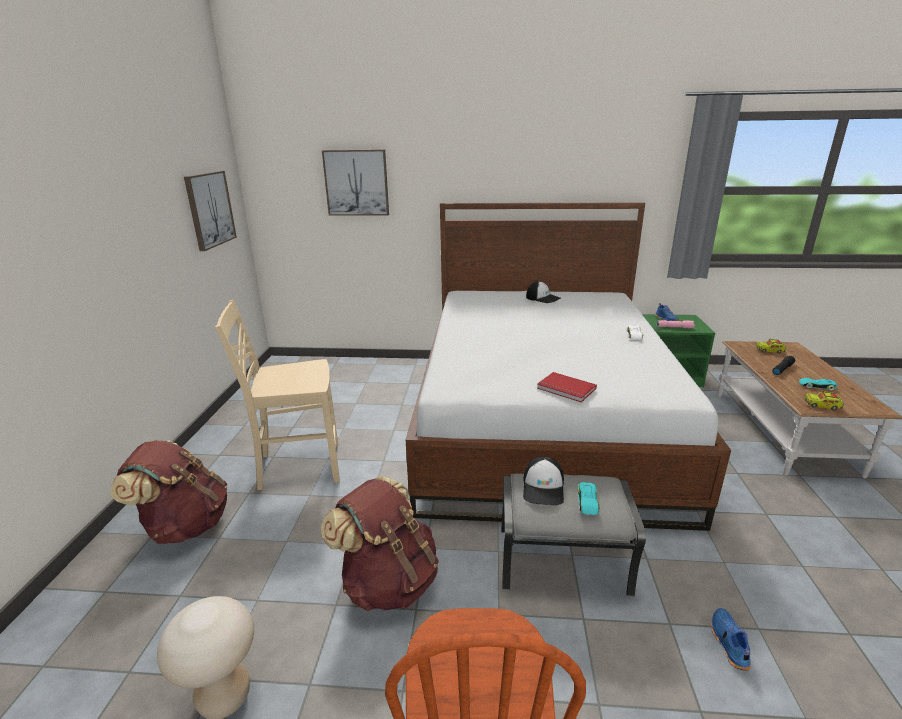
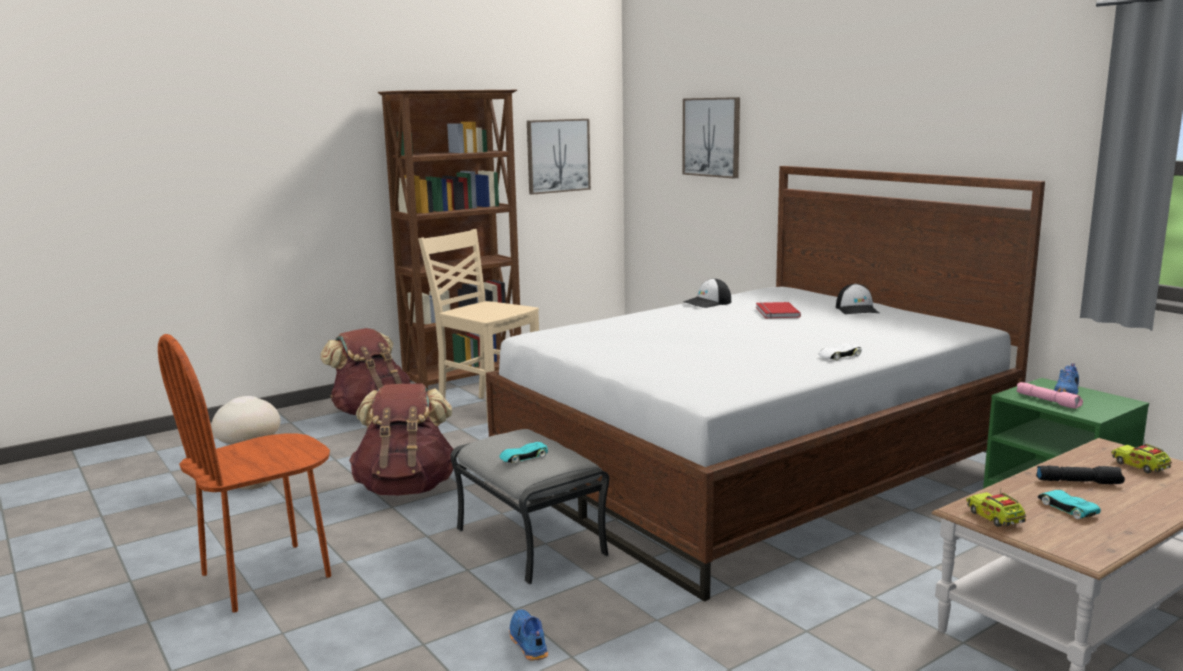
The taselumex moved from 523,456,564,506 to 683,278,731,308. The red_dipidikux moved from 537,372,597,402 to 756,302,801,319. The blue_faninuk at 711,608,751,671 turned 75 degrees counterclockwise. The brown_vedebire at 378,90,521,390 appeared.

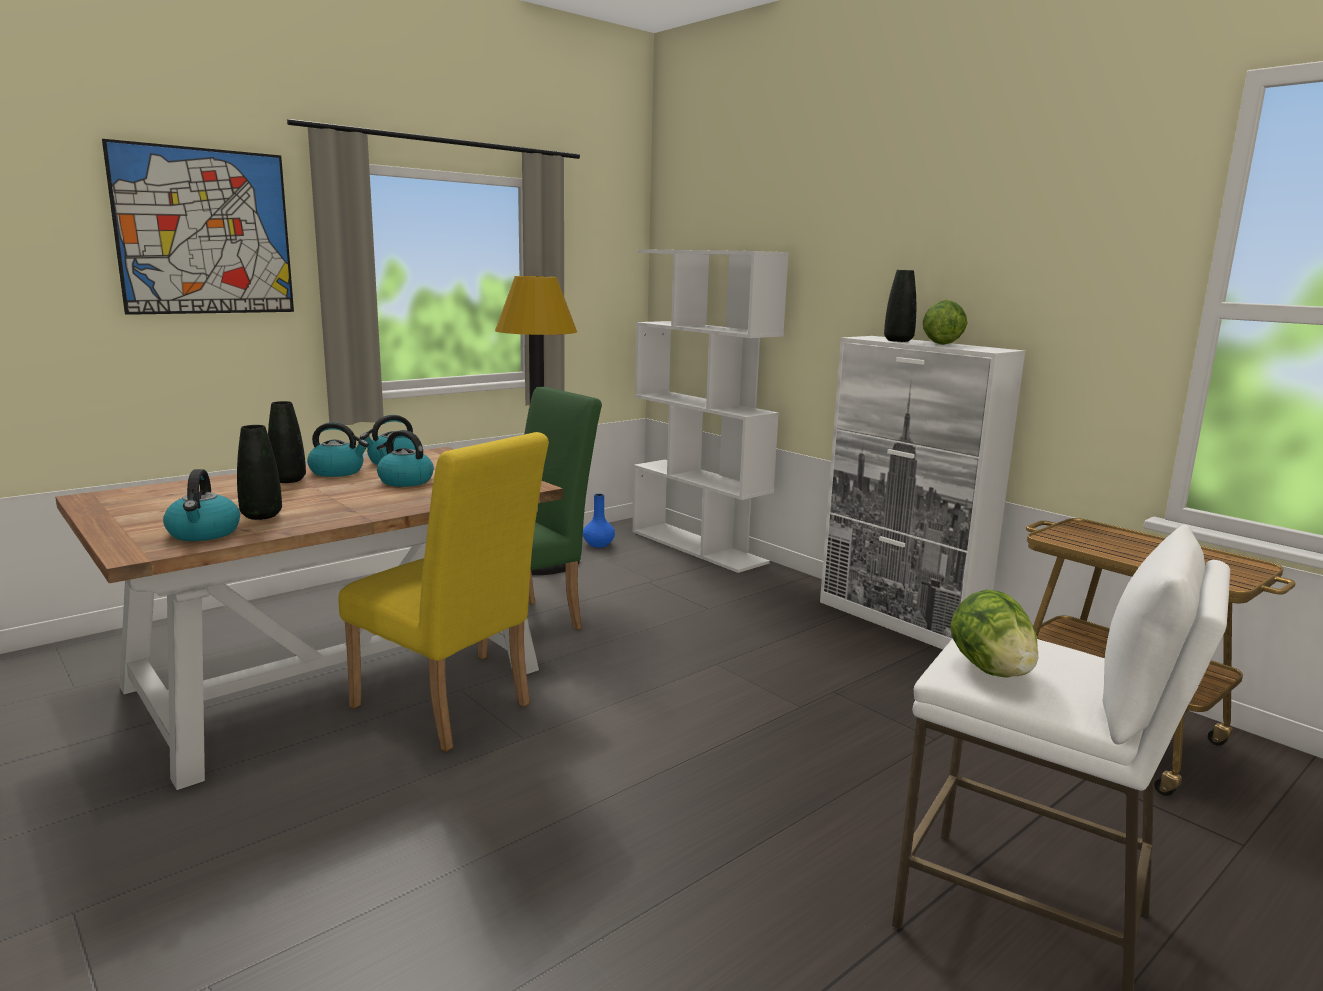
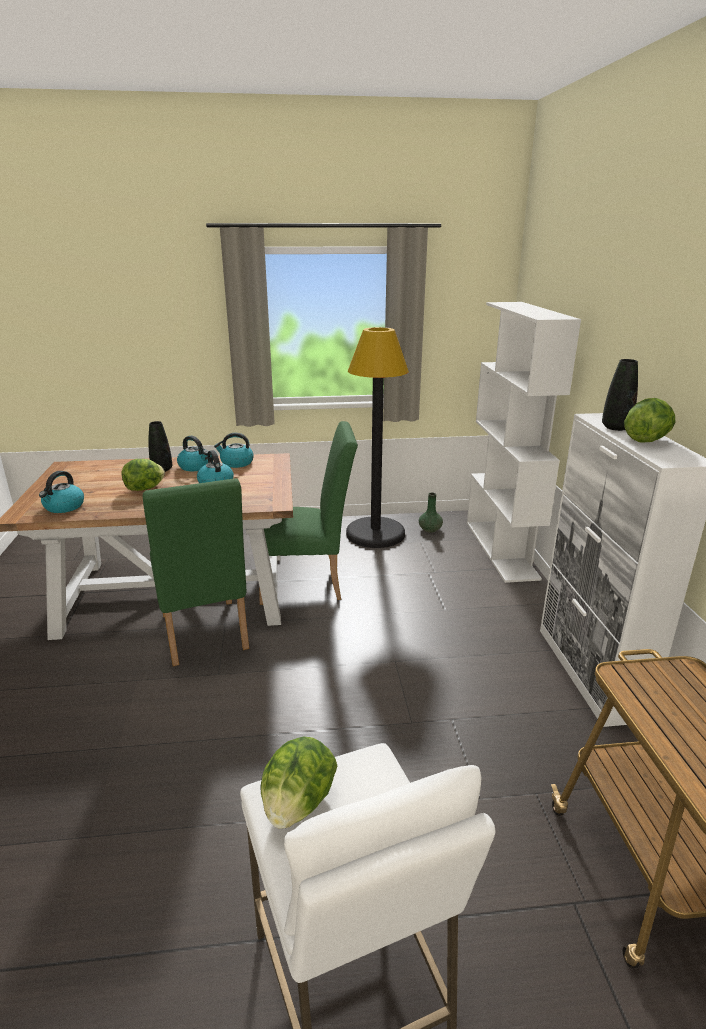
The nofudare at 102,139,294,315 disappeared. The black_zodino at 237,425,282,520 disappeared. The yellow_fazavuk at 338,432,549,752 became the green_fazavuk at 143,478,249,666. The blue_zodino at 583,494,615,548 became the green_zodino at 419,492,443,533. The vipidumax at 121,459,165,491 appeared.

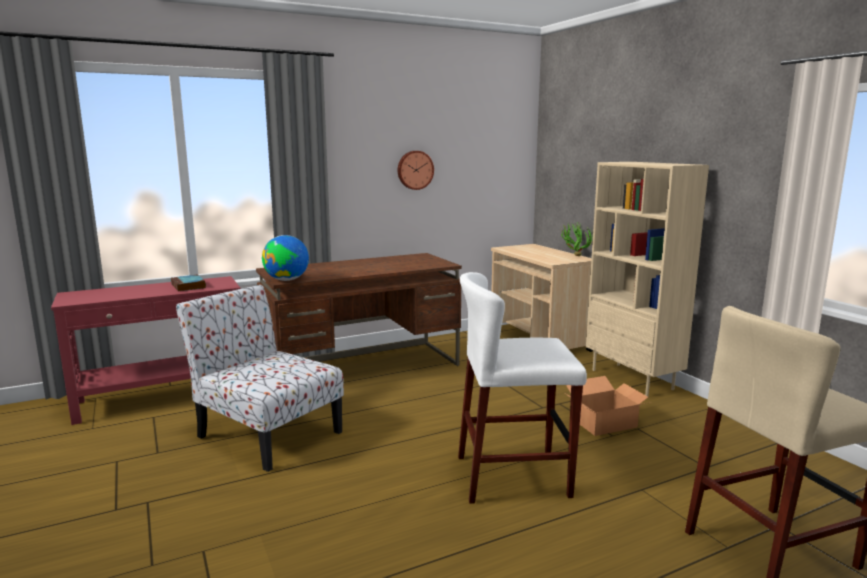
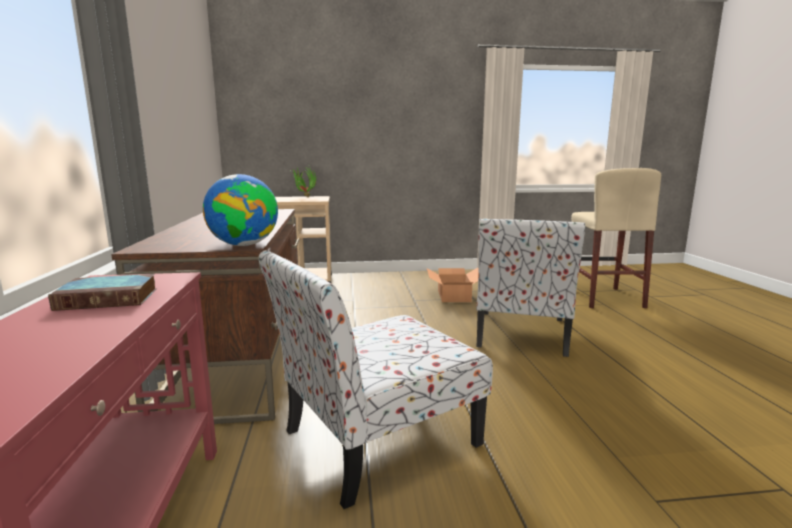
The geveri at 398,151,434,190 disappeared. The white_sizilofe at 458,272,587,504 was replaced by the fazavuk at 476,219,585,357. The beige_vedebire at 586,162,709,396 disappeared.

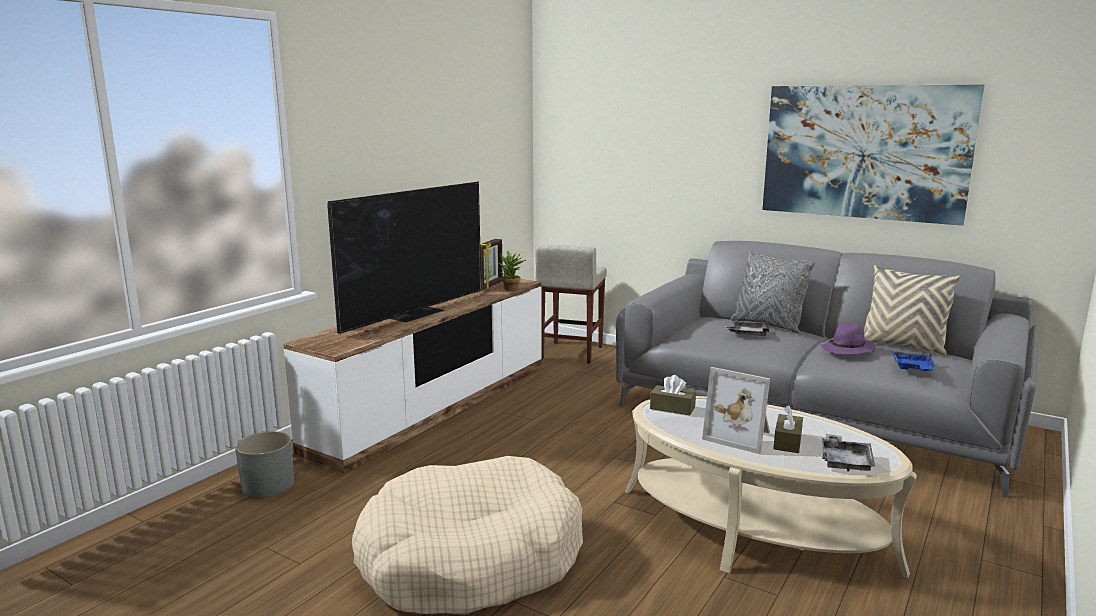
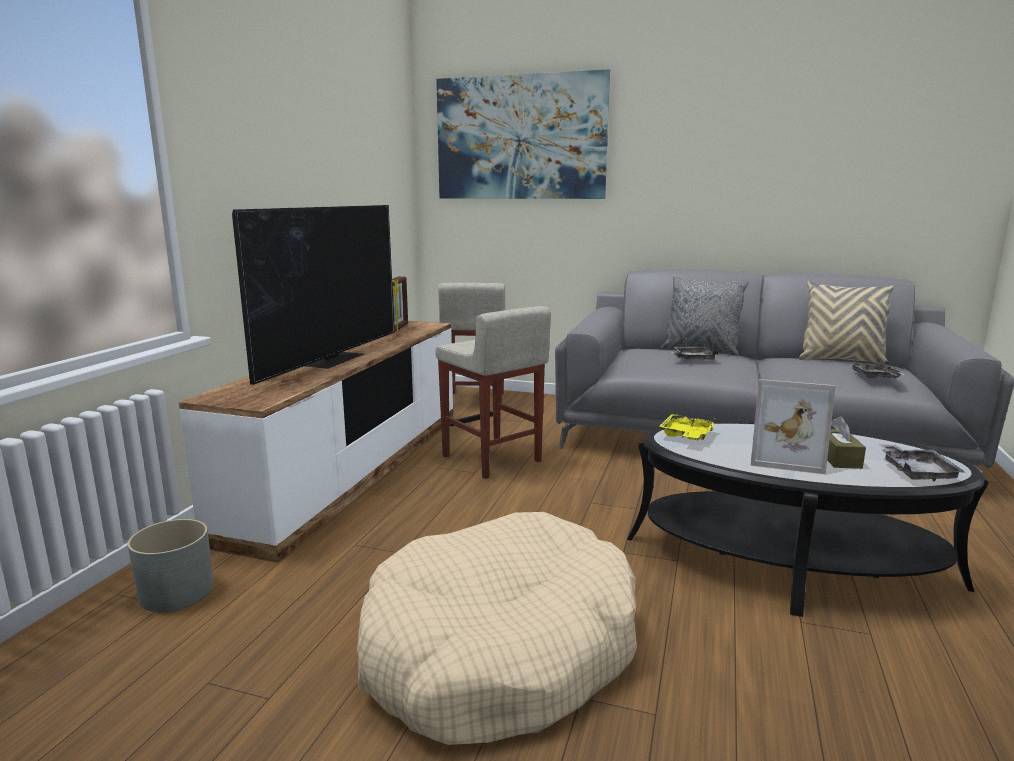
The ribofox at 497,250,526,291 disappeared. The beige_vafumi at 625,396,917,578 became the black_vafumi at 627,421,988,617. The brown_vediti at 650,375,696,415 was replaced by the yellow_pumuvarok at 659,414,716,440. The nofudare moved from 762,85,984,226 to 436,69,610,199. The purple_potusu at 820,323,876,355 disappeared. The blue_pumuvarok at 892,351,936,371 became the grey_pumuvarok at 850,361,905,378. The beige_sizilofe at 436,306,551,479 appeared.

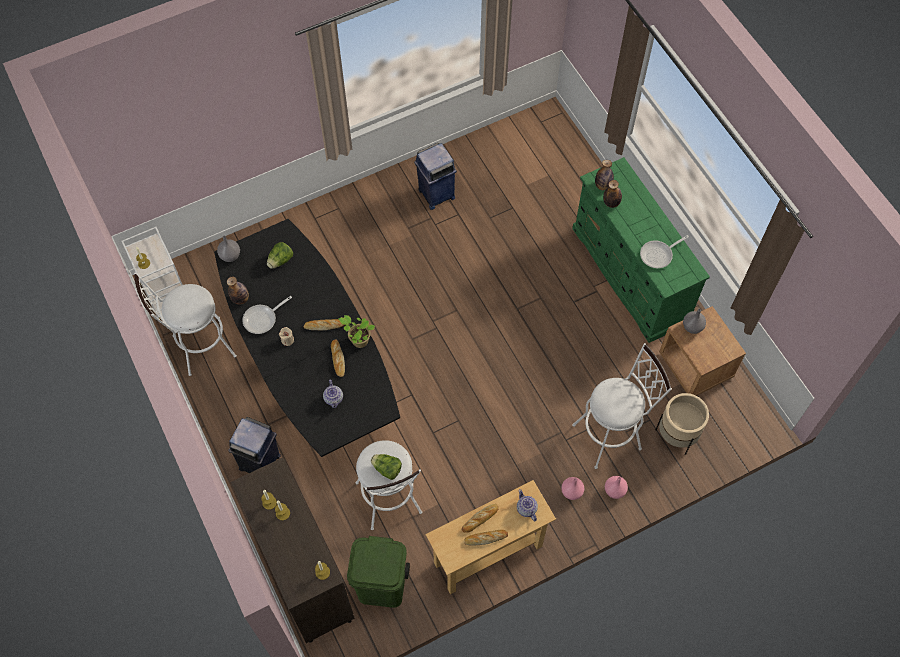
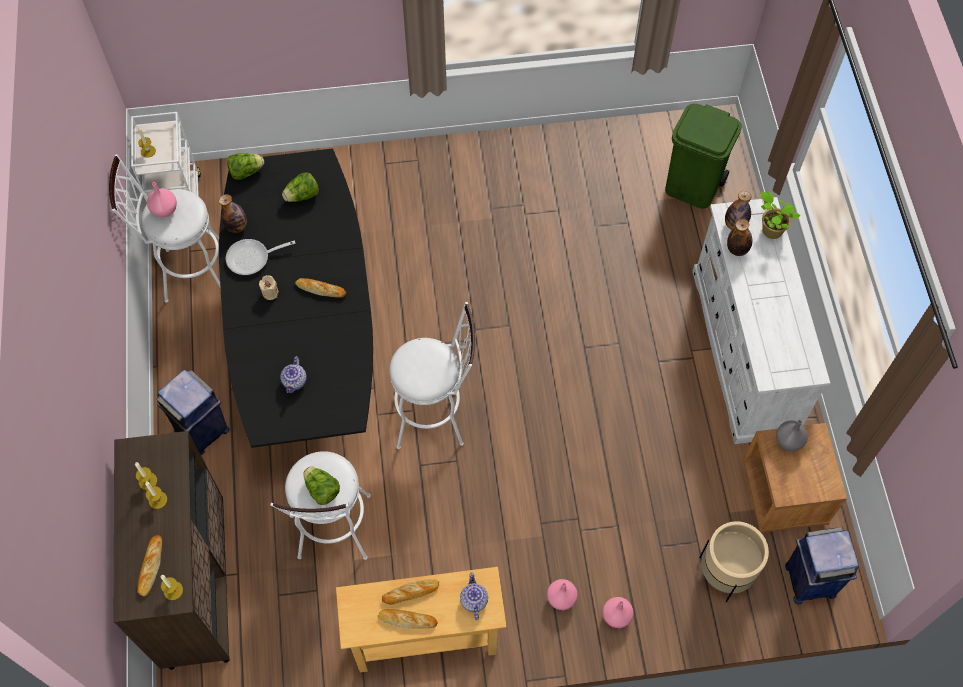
The grey_zodino at 217,236,240,262 was replaced by the vipidumax at 227,153,264,180. The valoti moved from 331,339,345,377 to 137,535,162,596. The ribofox moved from 339,315,375,348 to 760,191,801,239. The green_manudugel moved from 347,536,410,608 to 665,104,742,209. The blue_manudugel moved from 414,143,457,210 to 785,527,859,604. The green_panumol at 572,157,710,343 became the white_panumol at 693,197,830,444. The white_sizilofe moved from 572,343,672,469 to 389,302,475,449. The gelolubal at 640,235,689,268 disappeared. The pink_zodino at 147,182,177,218 appeared.

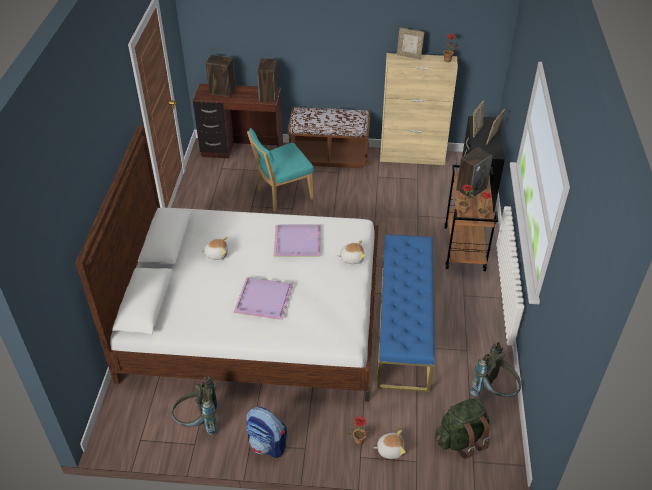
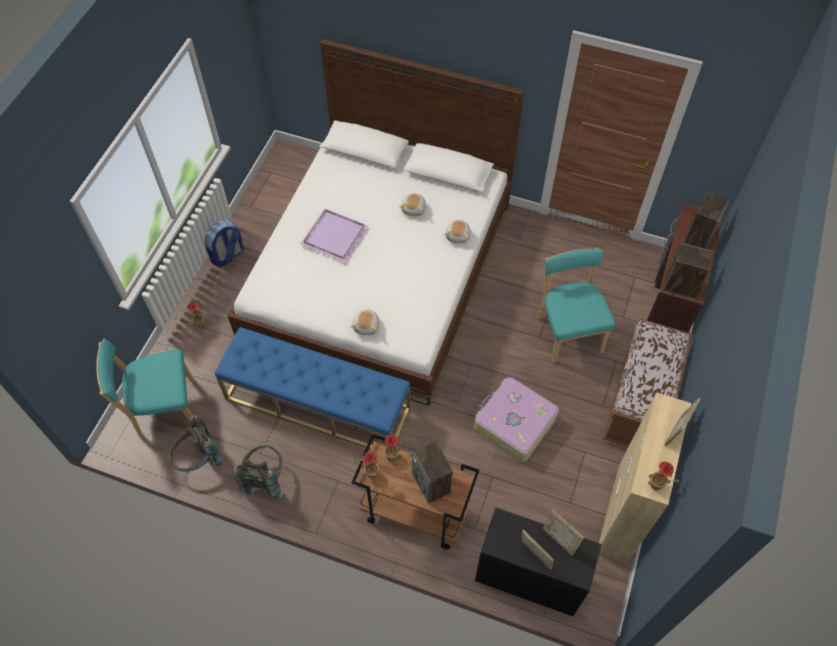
The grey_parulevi moved from 171,376,218,435 to 233,445,284,499. The purple_pumuvarok at 274,225,321,256 disappeared. The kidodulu moved from 374,430,406,459 to 444,220,471,244. The green_parulevi at 435,398,490,459 was replaced by the turquoise_fazavuk at 96,339,194,437. The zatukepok at 474,377,559,462 appeared.

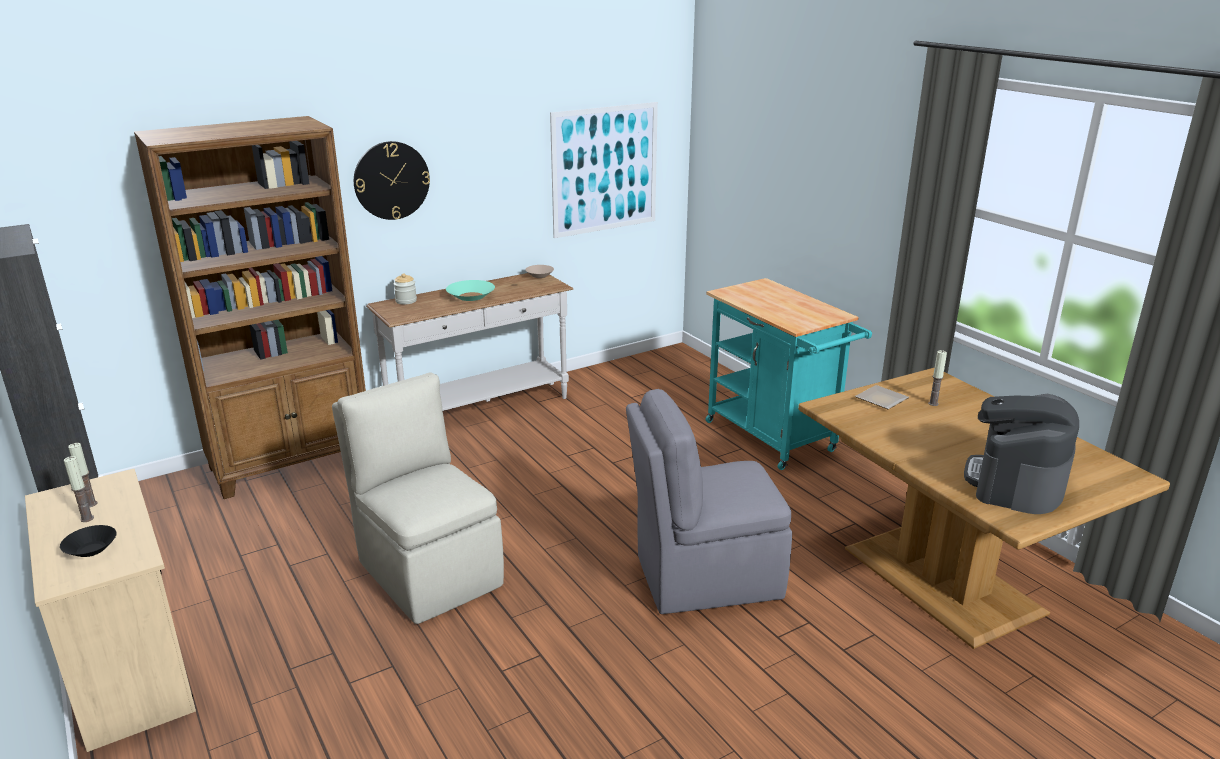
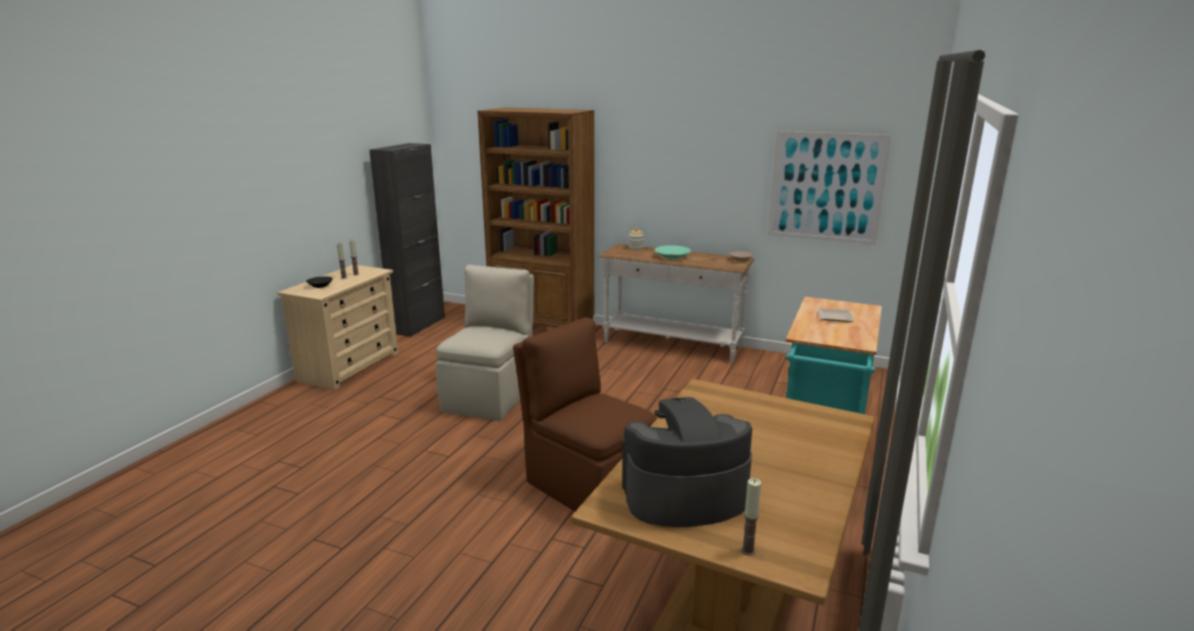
The geveri at 354,141,430,220 disappeared. The grey_fazavuk at 626,389,792,614 became the brown_fazavuk at 513,318,657,511. The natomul moved from 855,385,909,409 to 818,308,854,322. The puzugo moved from 928,350,947,406 to 741,478,761,556.

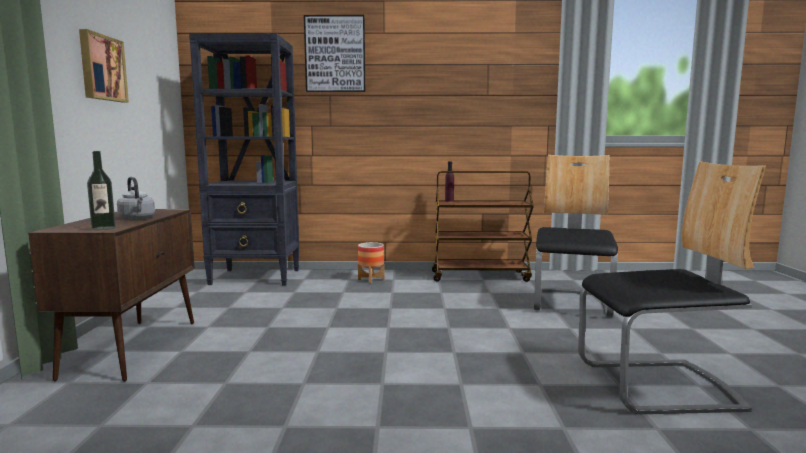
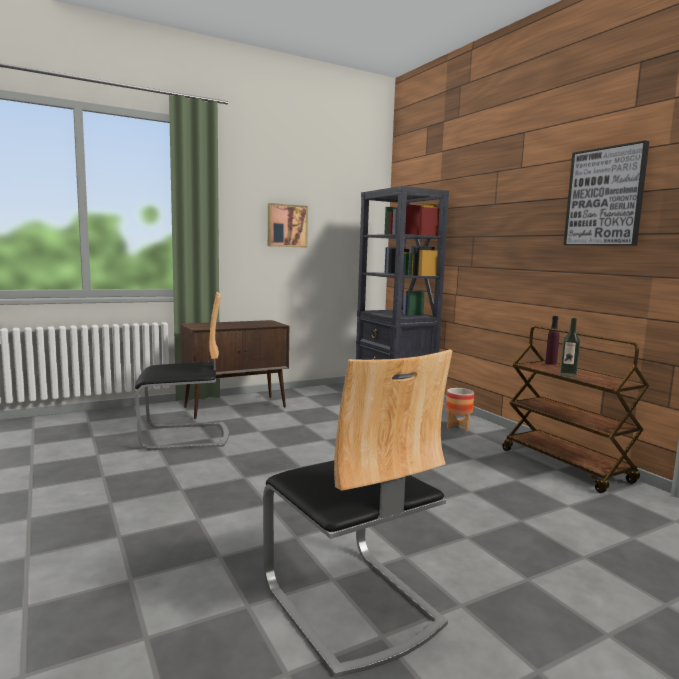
The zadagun moved from 87,151,116,230 to 560,318,580,377. The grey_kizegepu at 117,177,155,220 disappeared. The nofudare moved from 304,15,365,92 to 563,140,649,246. The fazavuk moved from 534,155,618,317 to 135,292,229,450.

